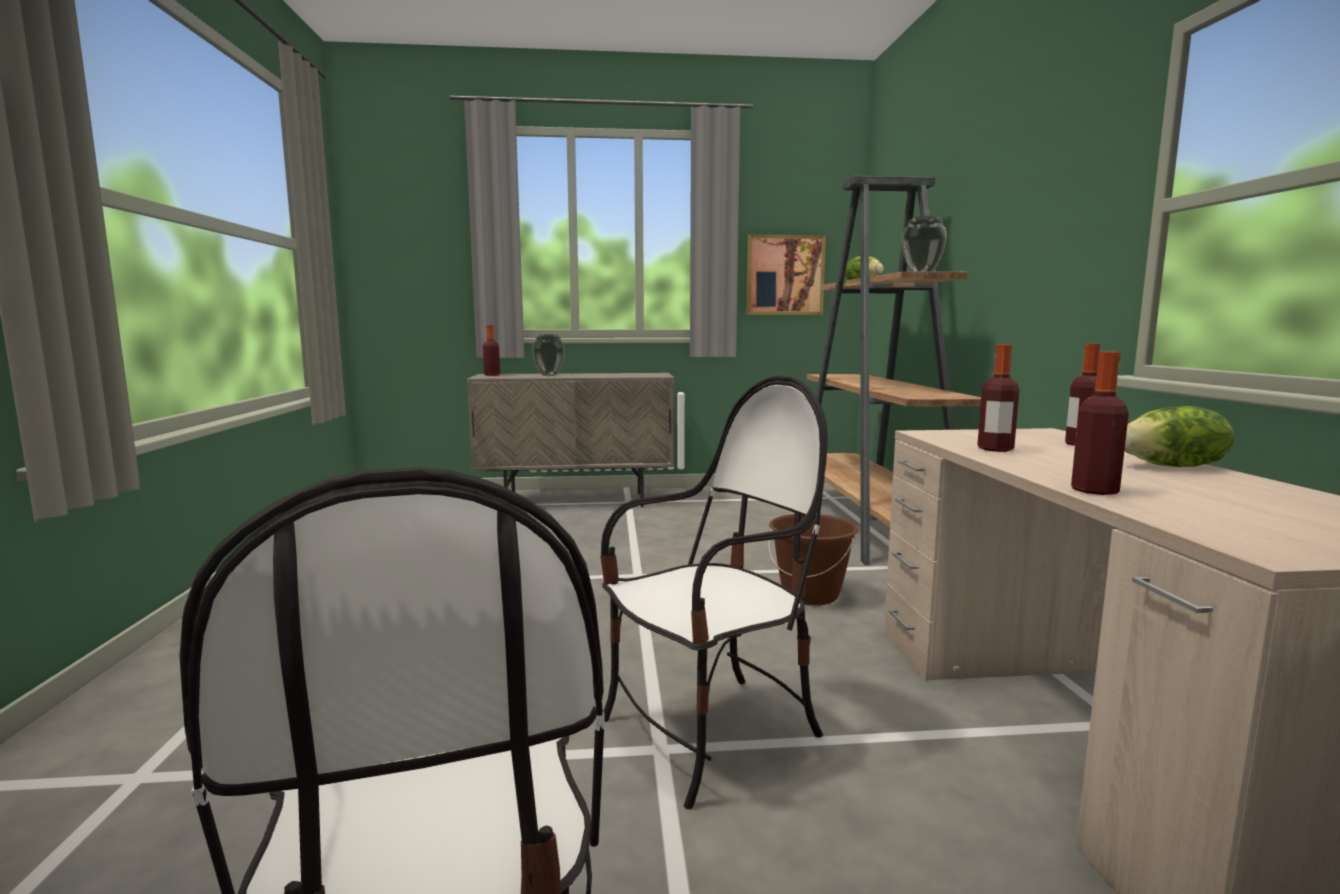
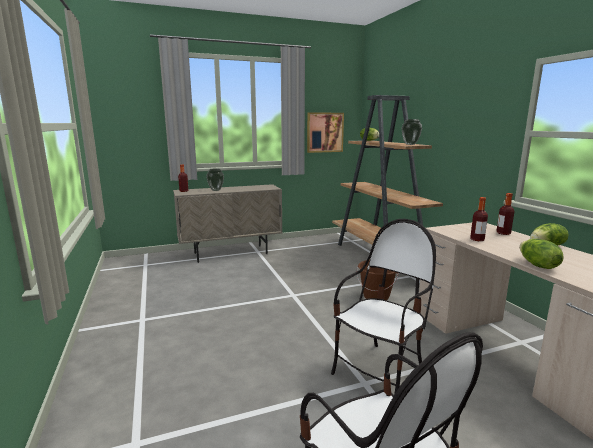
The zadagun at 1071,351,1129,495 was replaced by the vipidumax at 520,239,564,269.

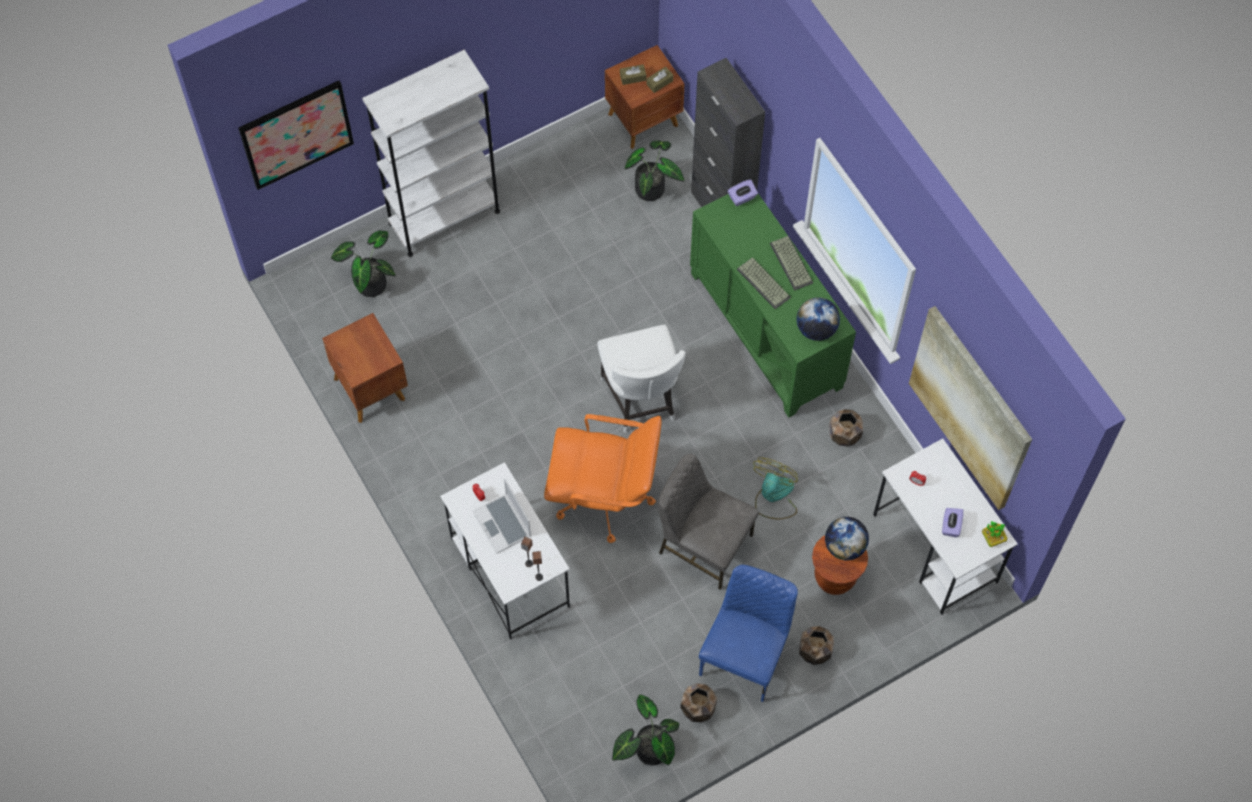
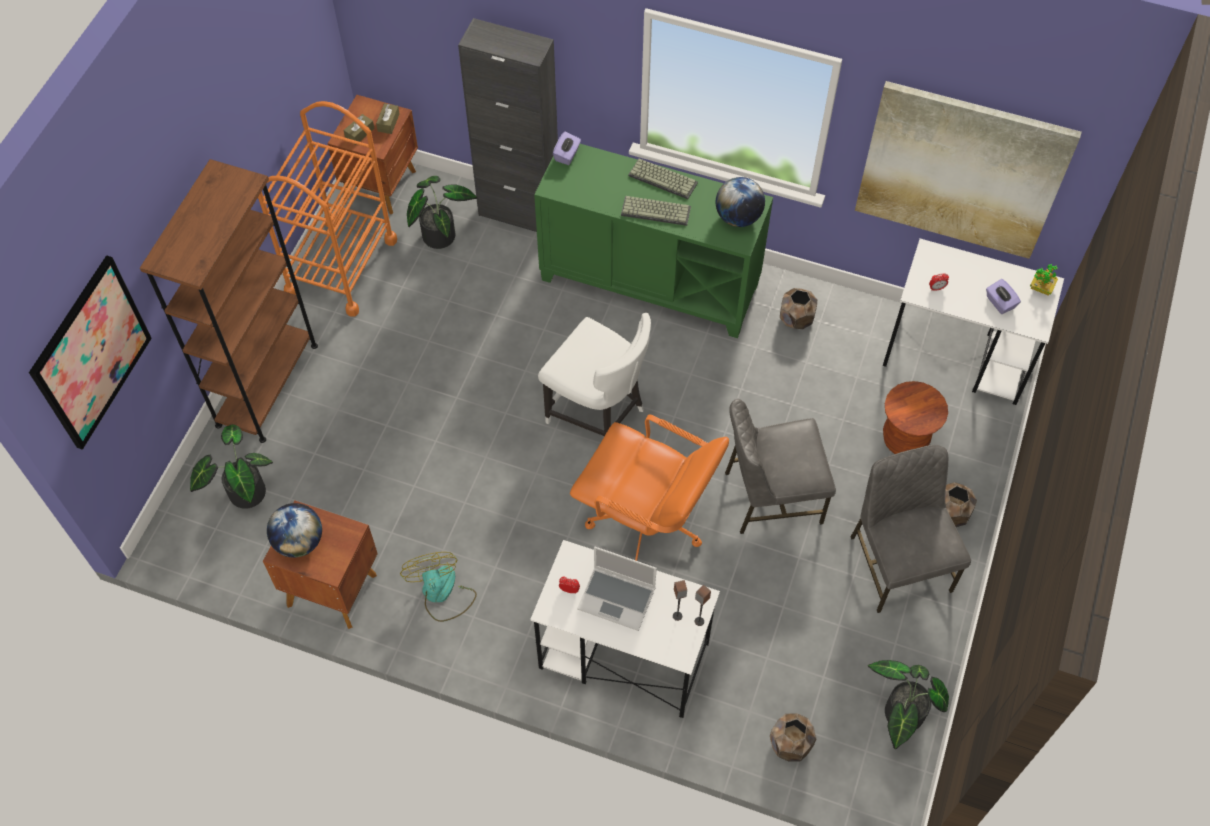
The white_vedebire at 362,50,500,257 became the brown_vedebire at 140,159,318,443. The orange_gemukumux at 544,414,662,543 turned 60 degrees clockwise. The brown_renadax moved from 680,683,717,722 to 770,713,816,761. The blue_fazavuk at 699,565,798,702 became the grey_fazavuk at 850,445,971,613. The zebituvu moved from 753,457,798,520 to 400,552,477,622. The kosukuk moved from 825,517,869,561 to 267,503,322,558. The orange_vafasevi at 258,101,397,317 appeared.

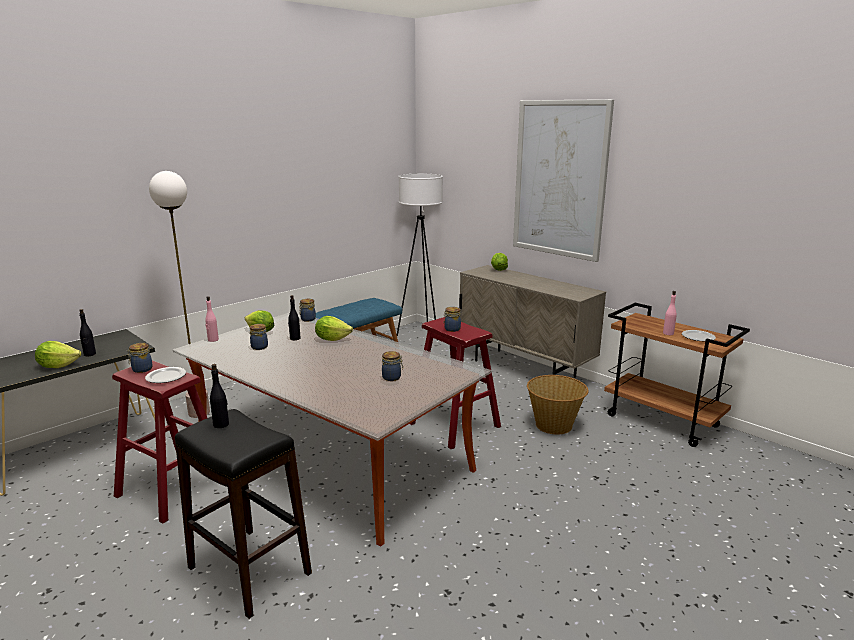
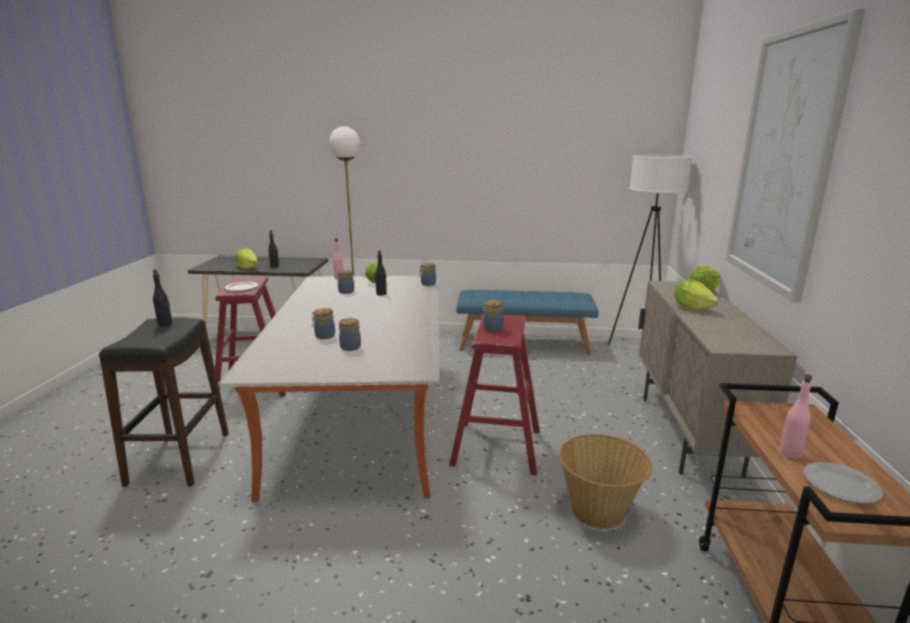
The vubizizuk moved from 127,343,153,373 to 312,308,335,339. The vipidumax moved from 315,316,353,341 to 674,280,720,310.

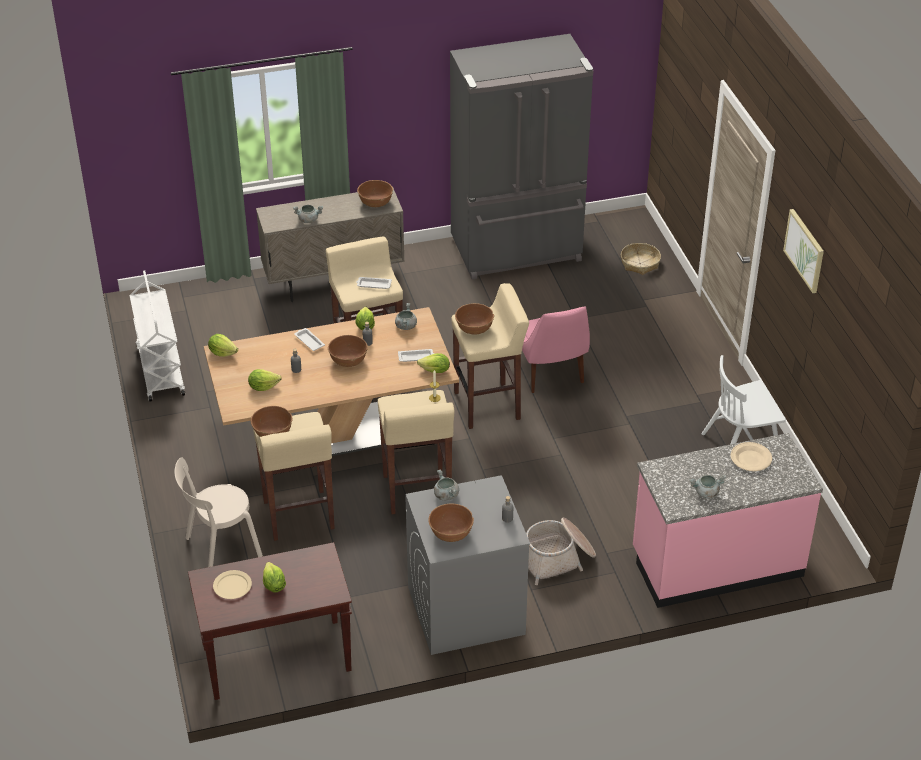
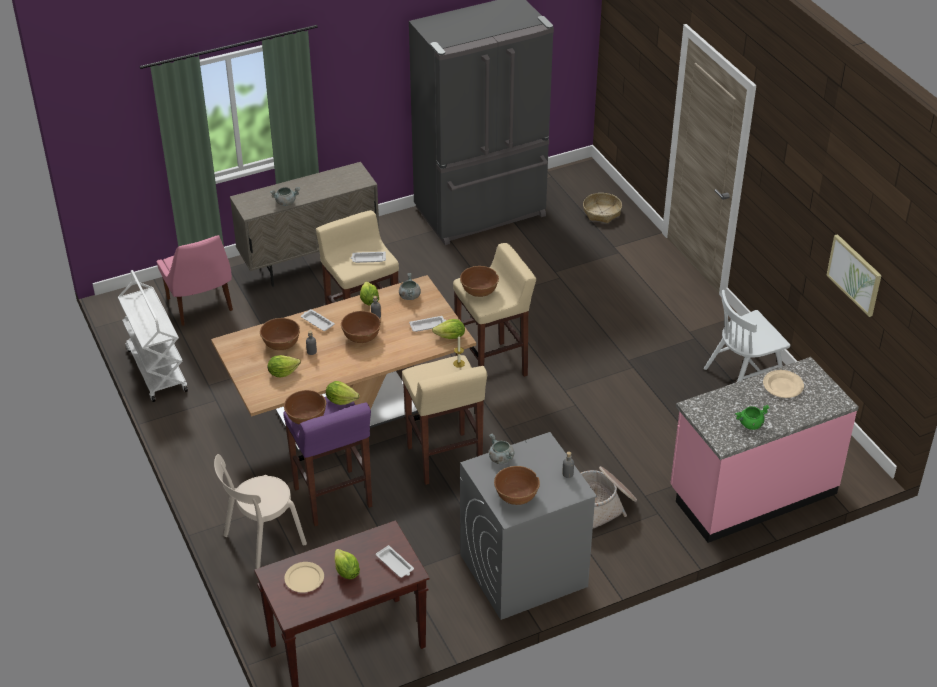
The vipidumax moved from 208,334,238,357 to 326,381,360,405. The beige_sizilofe at 253,412,335,541 became the purple_sizilofe at 283,396,372,526. The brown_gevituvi moved from 357,180,393,207 to 260,318,300,350. The pink_fazavuk moved from 522,307,590,393 to 157,235,233,326. The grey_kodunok at 689,475,726,498 became the green_kodunok at 735,404,769,430. The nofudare moved from 783,209,824,293 to 826,234,882,317. The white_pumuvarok at 376,545,414,578 appeared.

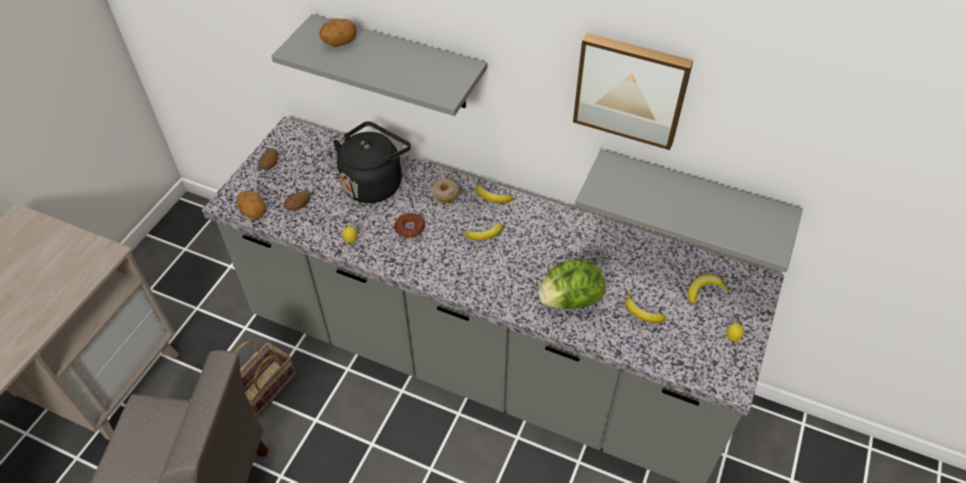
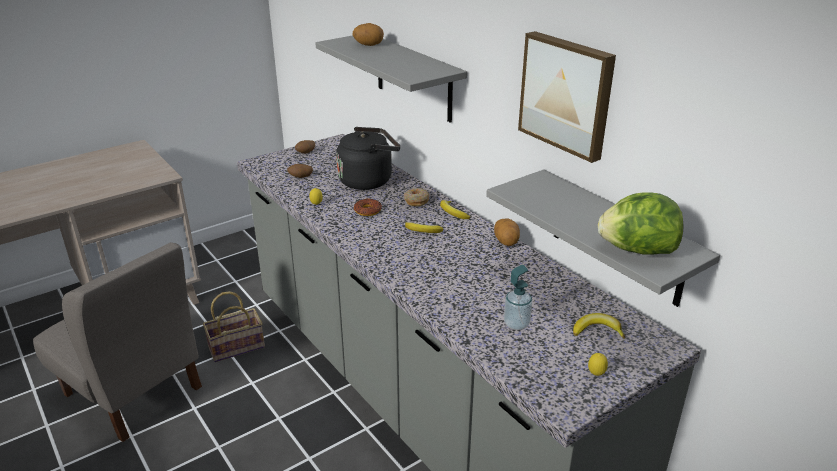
The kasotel moved from 236,190,265,219 to 494,219,520,246. The vipidumax moved from 538,259,606,309 to 598,192,683,255. The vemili at 625,294,666,323 was replaced by the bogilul at 504,265,532,330.

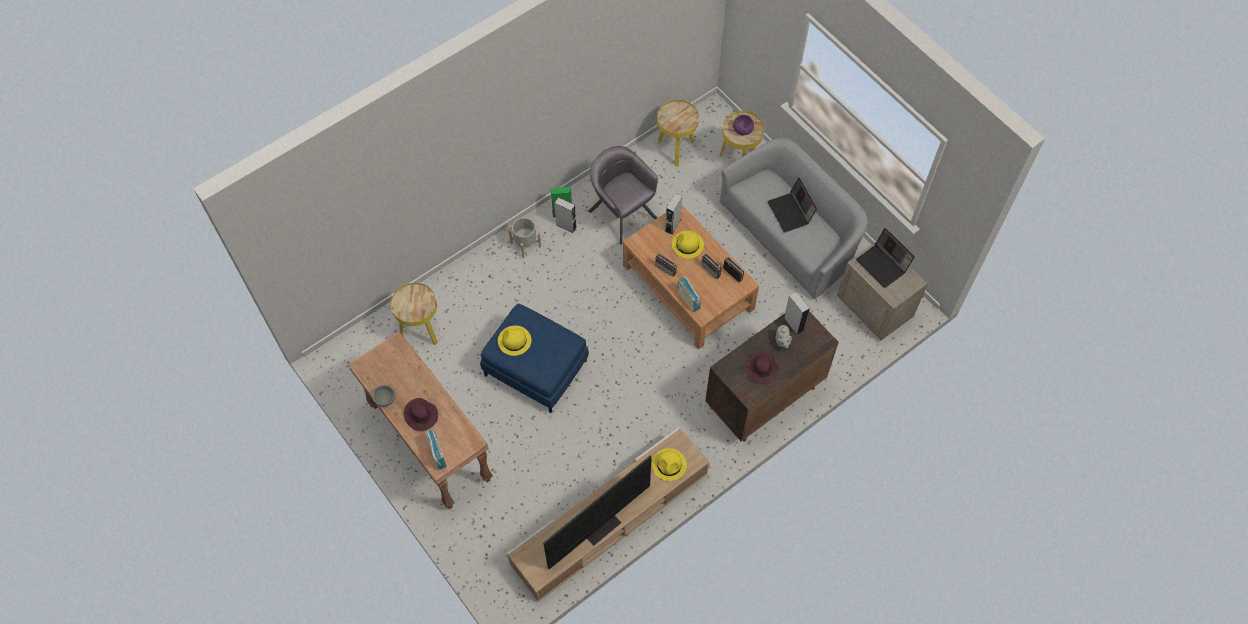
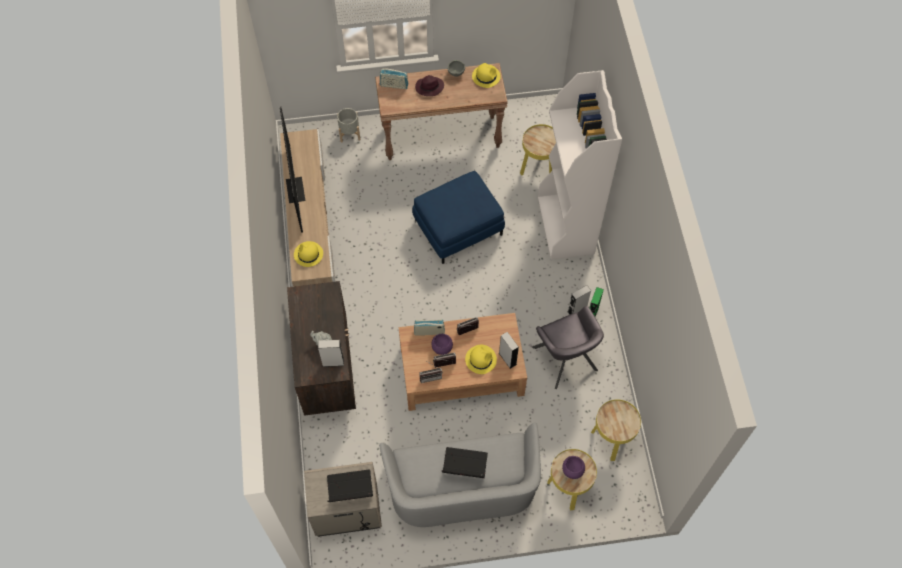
The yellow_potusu moved from 498,326,531,356 to 472,63,501,88. The grey_renadax moved from 508,218,541,258 to 337,108,360,143. The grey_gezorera at 588,146,658,245 turned 75 degrees clockwise. The purple_potusu at 746,351,779,384 disappeared. The purple_gevituvi at 432,334,453,355 appeared. The white_vedebire at 538,70,622,260 appeared.

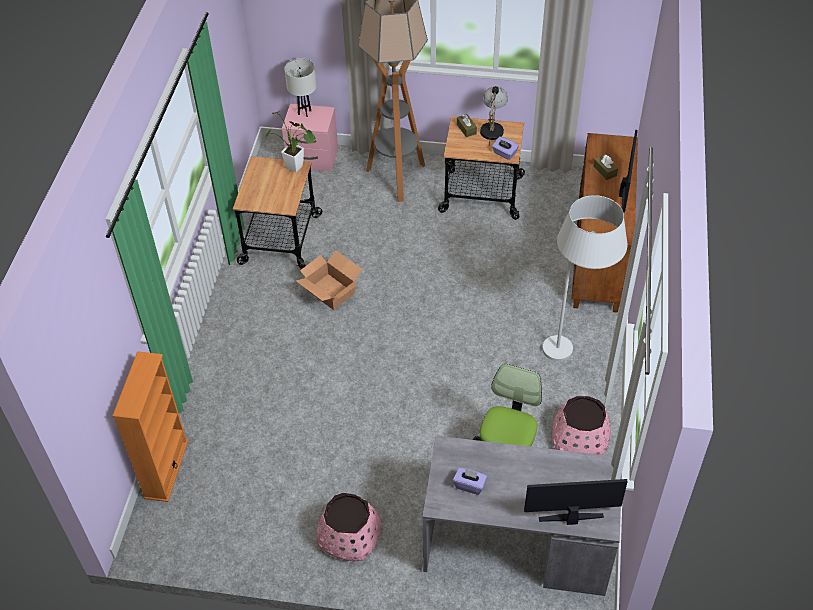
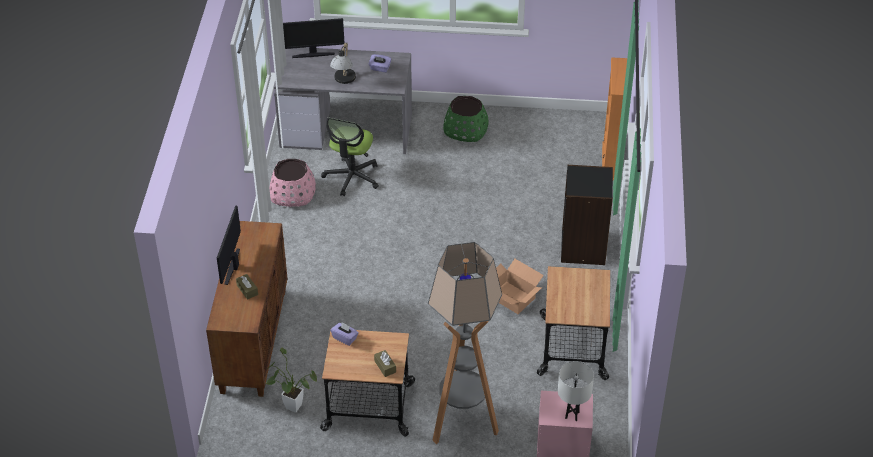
The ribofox moved from 265,111,317,173 to 266,348,317,413. The pink_renadax at 316,493,381,562 became the green_renadax at 443,96,489,142. The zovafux moved from 480,86,508,144 to 330,42,356,84. The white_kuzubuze at 542,195,627,361 disappeared. The black_vedebire at 561,165,613,265 appeared.

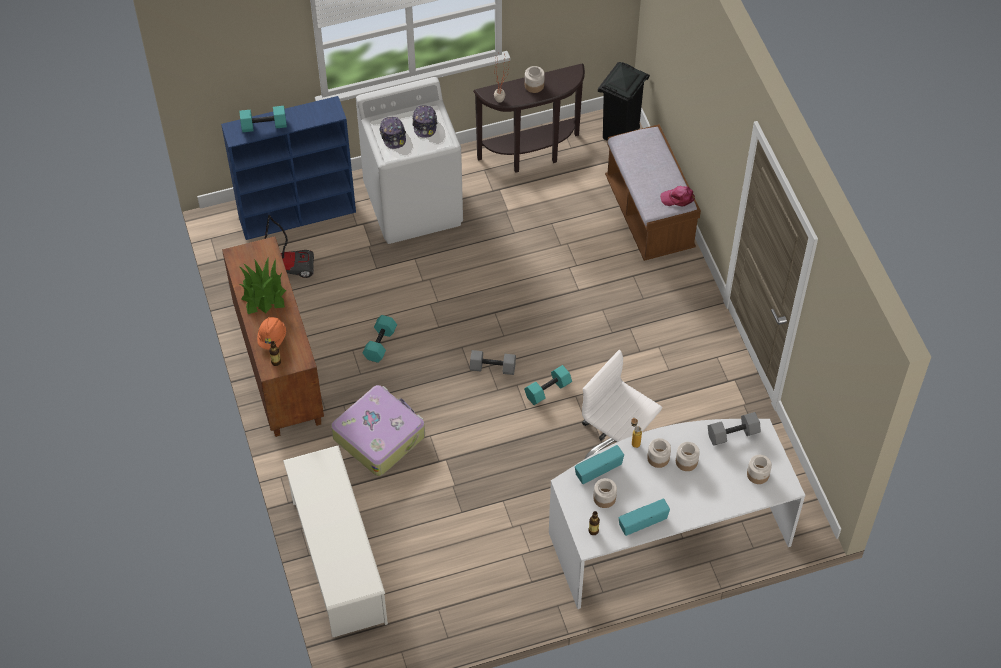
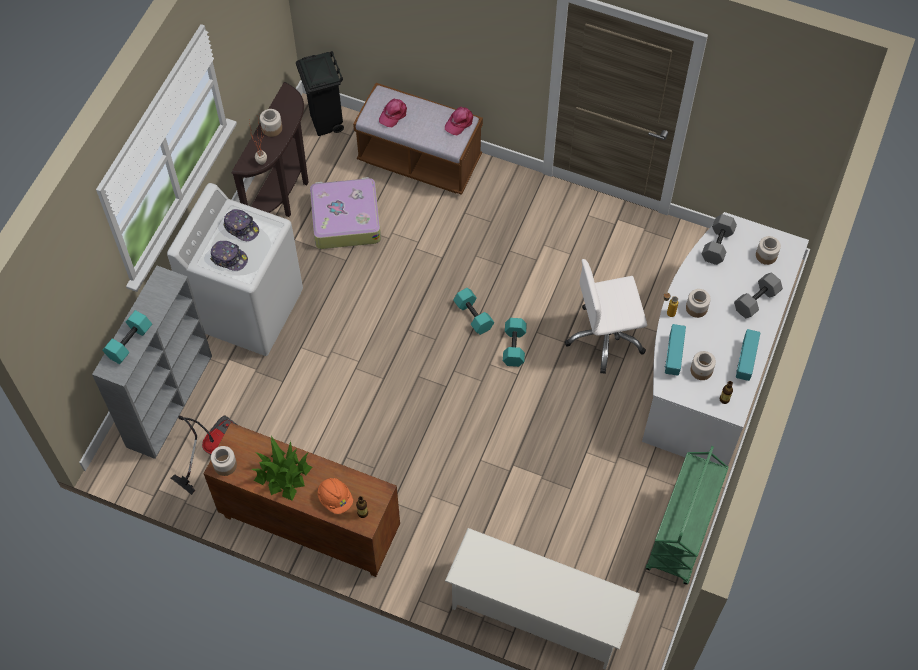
The blue_vedebire at 221,96,356,240 became the grey_vedebire at 92,266,212,459. The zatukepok moved from 331,385,425,476 to 310,177,381,249. The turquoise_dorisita moved from 363,315,397,363 to 453,288,494,335. The grey_dorisita moved from 470,350,516,375 to 734,273,783,318. The vubizizuk moved from 676,442,700,471 to 211,446,237,476. The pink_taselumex at 379,99,407,127 appeared. The green_vafasevi at 646,446,729,585 appeared.

